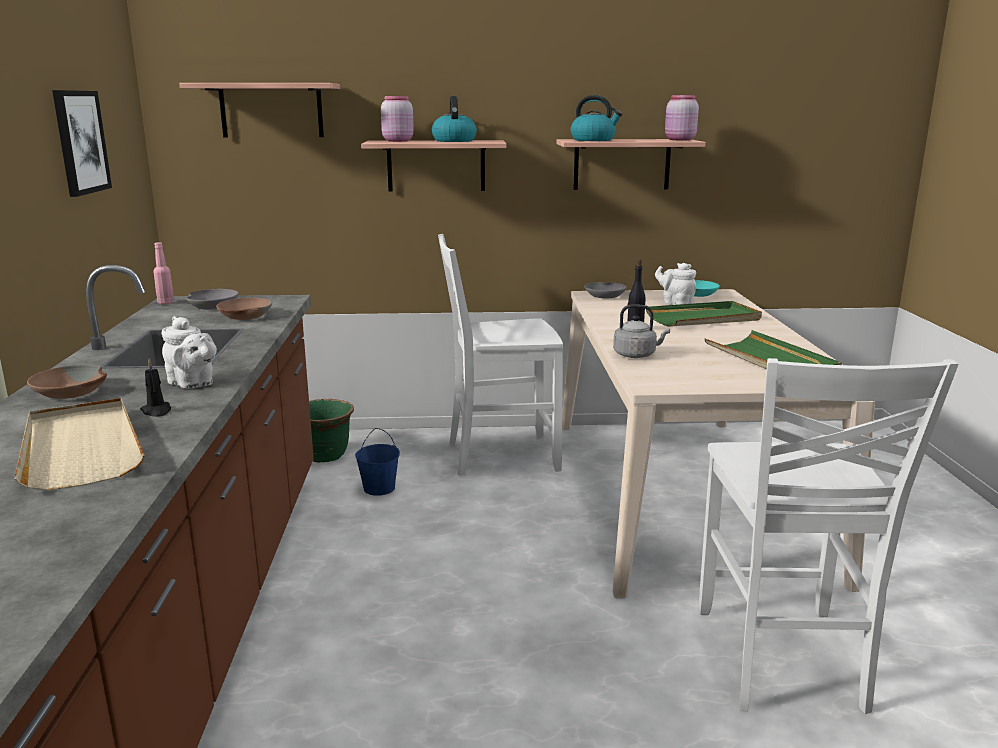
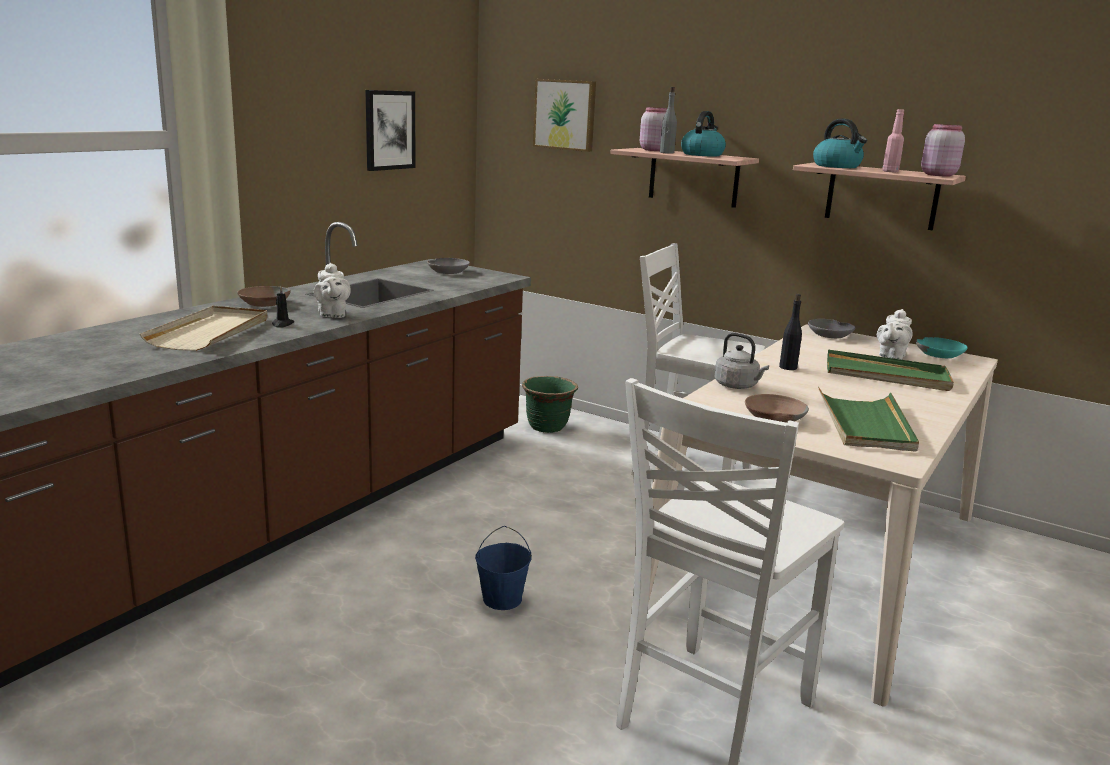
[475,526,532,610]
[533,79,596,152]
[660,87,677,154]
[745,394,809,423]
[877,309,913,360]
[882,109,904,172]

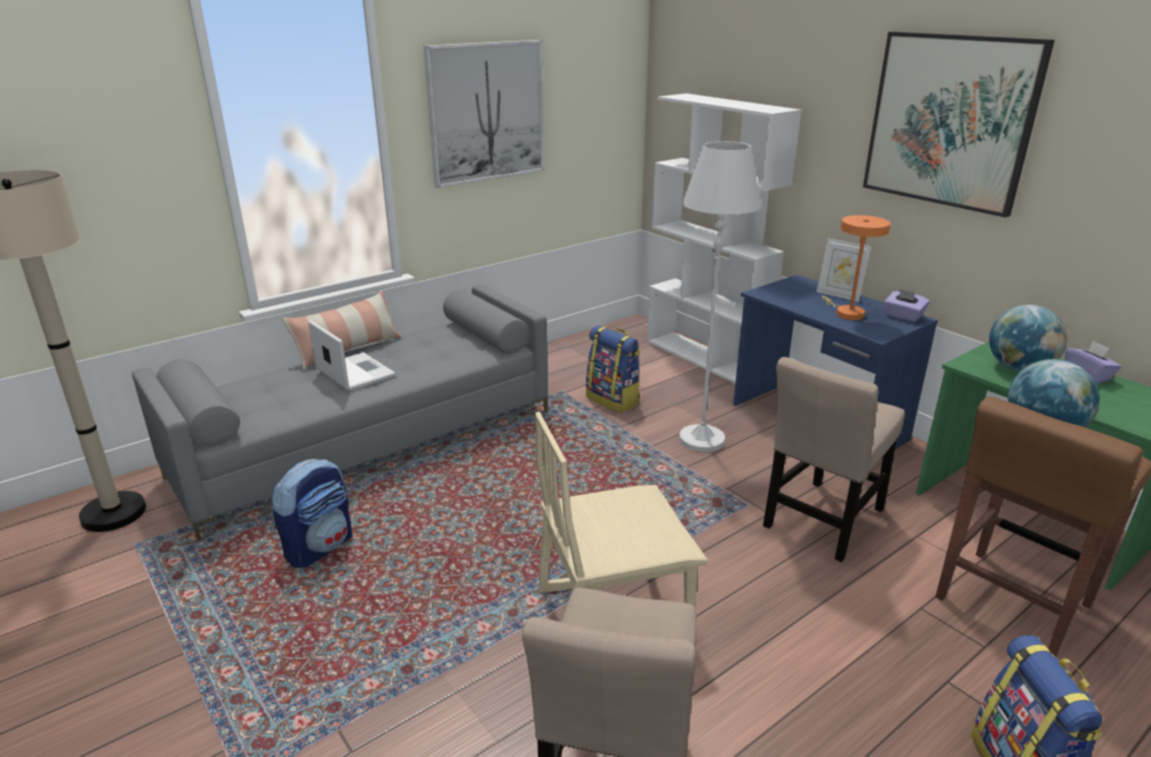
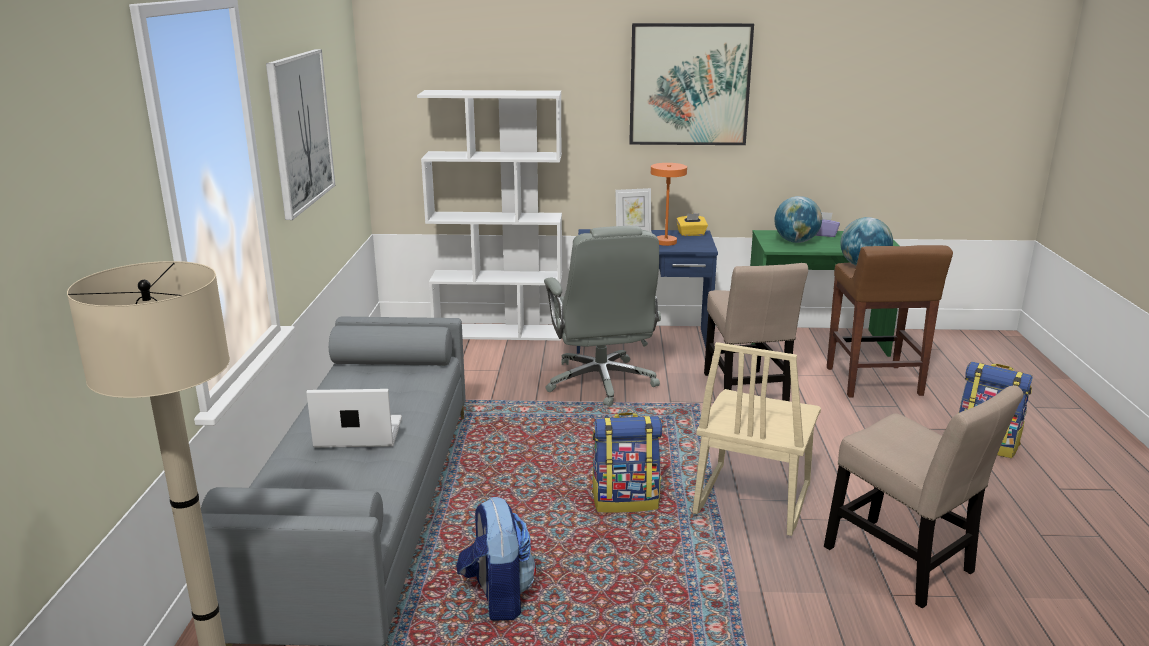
[544,226,661,407]
[592,413,662,513]
[676,213,708,236]
[282,291,401,371] (first image)

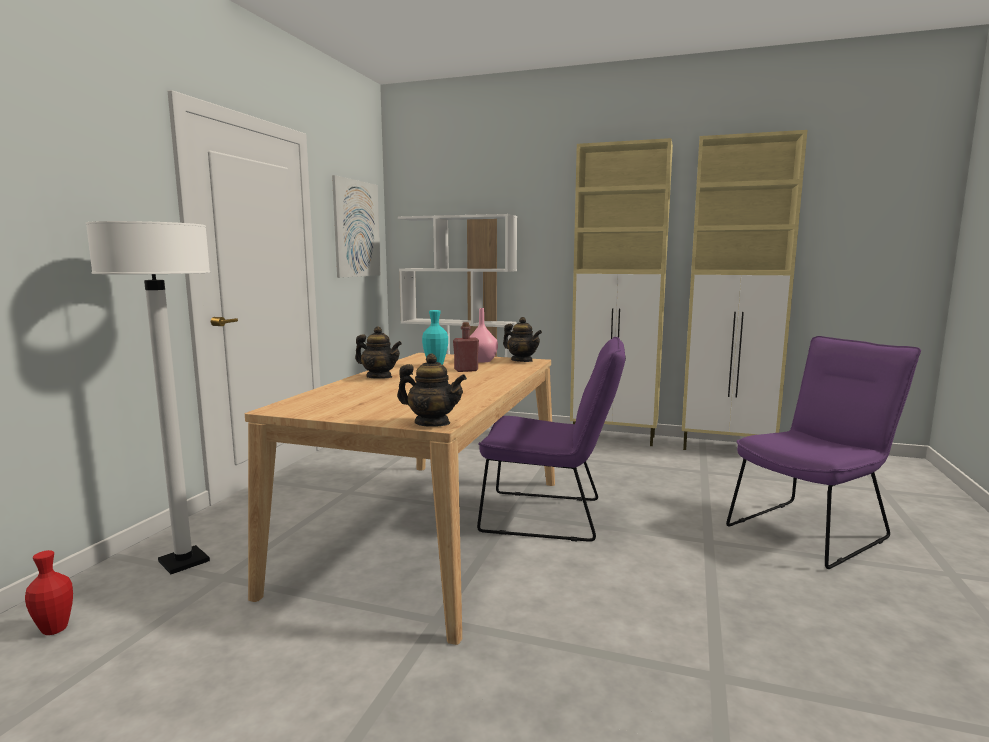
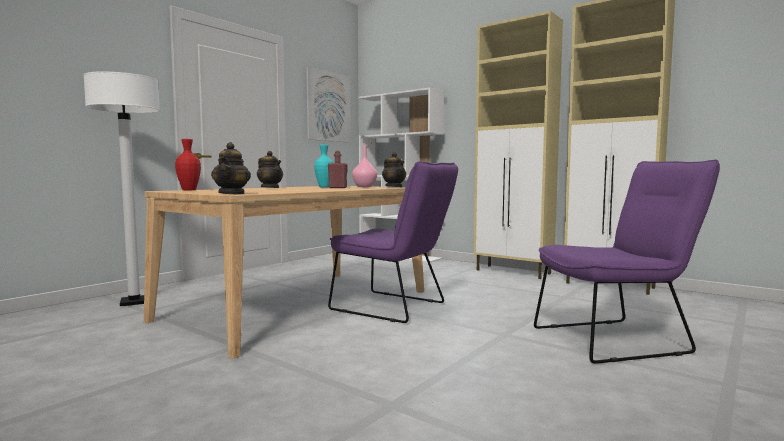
[175,139,201,190]
[211,142,251,195]

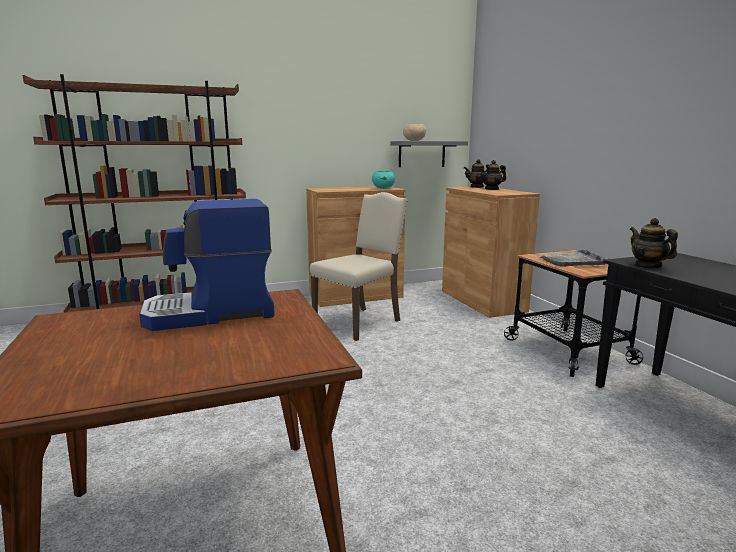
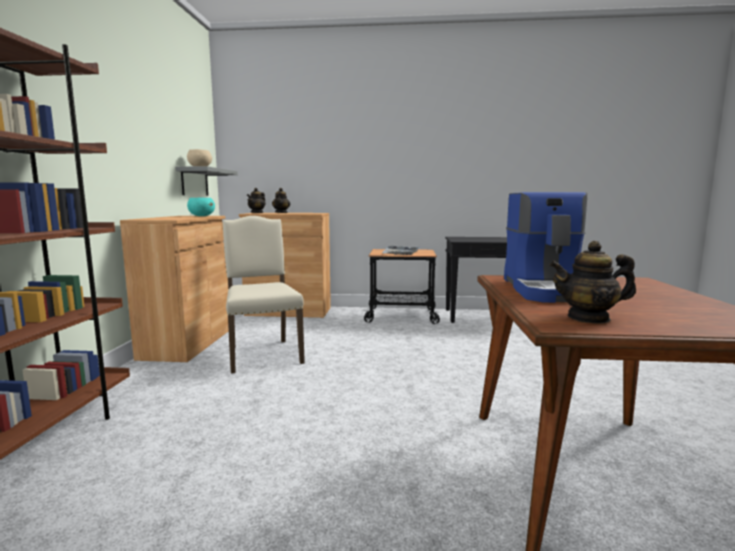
[550,241,636,324]

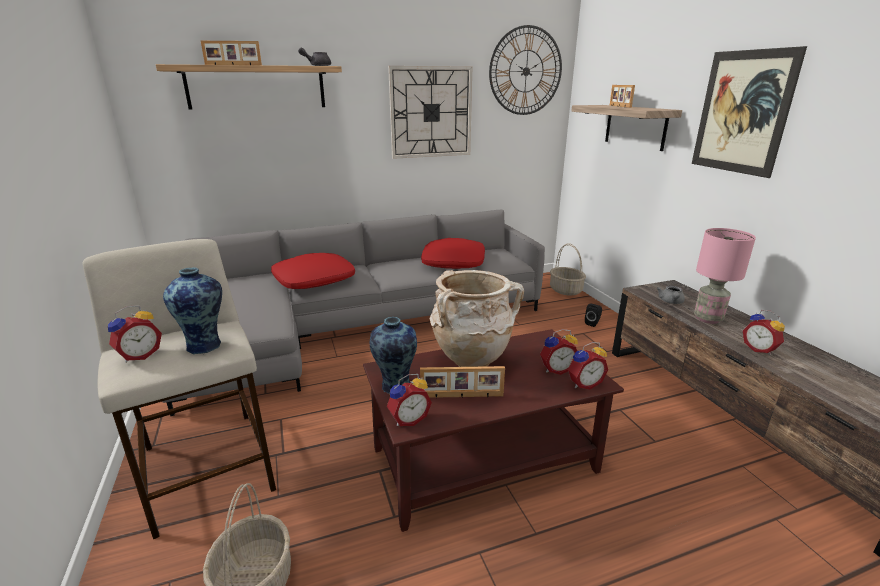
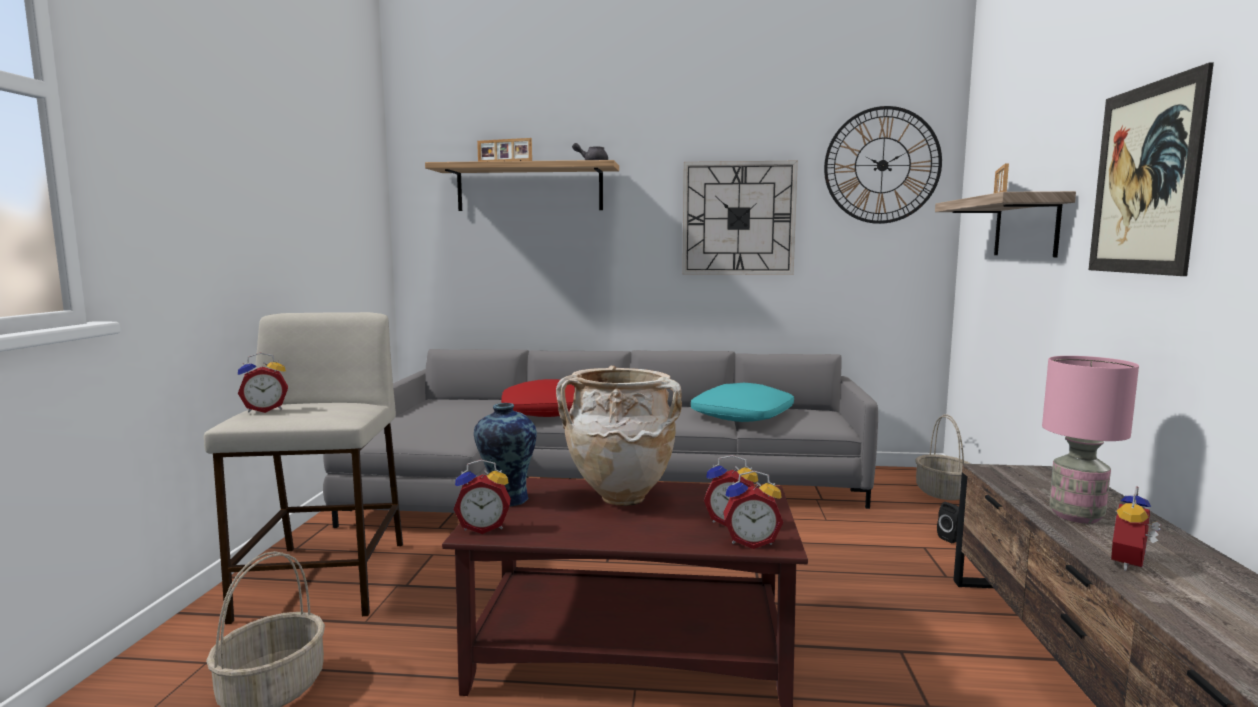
[691,383,794,422]
[1111,486,1161,571]
[163,268,222,355] (first image)
[420,366,505,399] (first image)
[657,286,685,304] (first image)

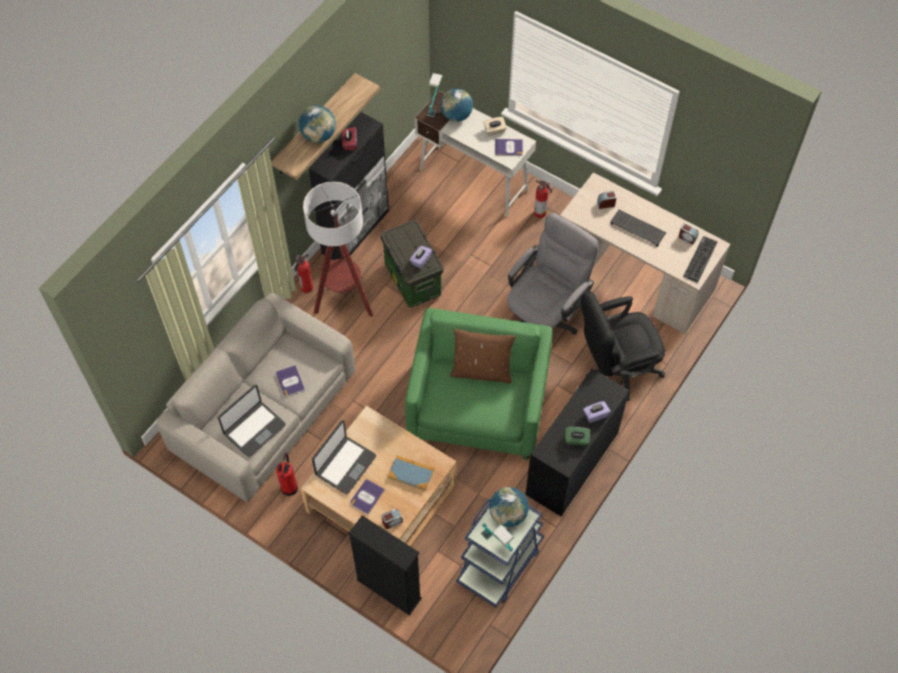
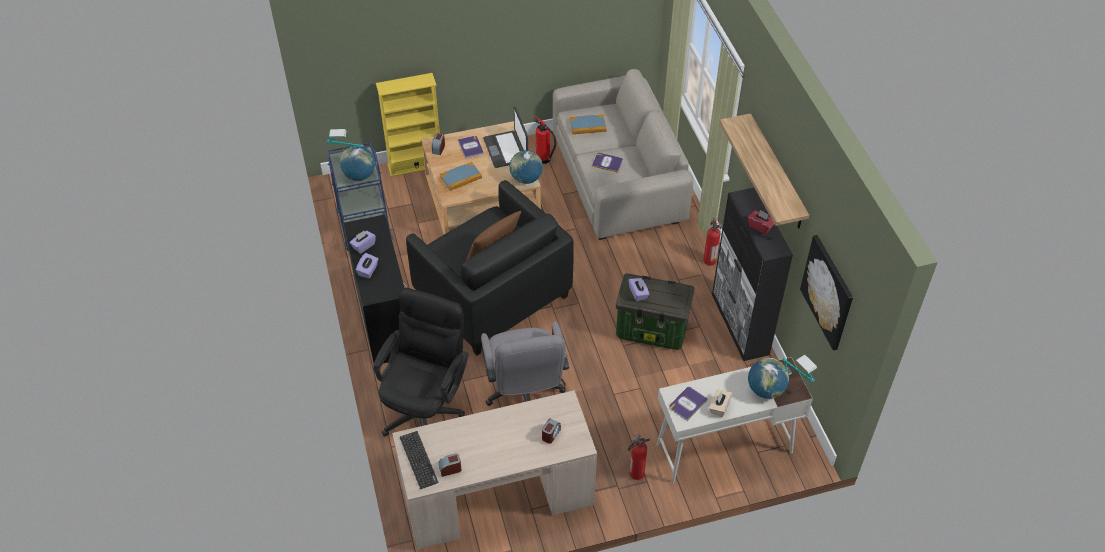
[350,231,376,254]
[376,73,440,177]
[406,180,574,356]
[509,150,543,184]
[570,115,606,134]
[800,235,853,351]
[303,182,373,317] (first image)
[610,210,667,247] (first image)

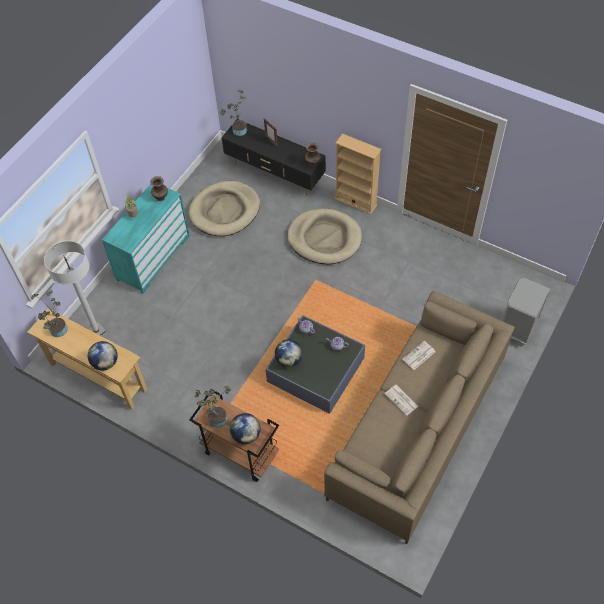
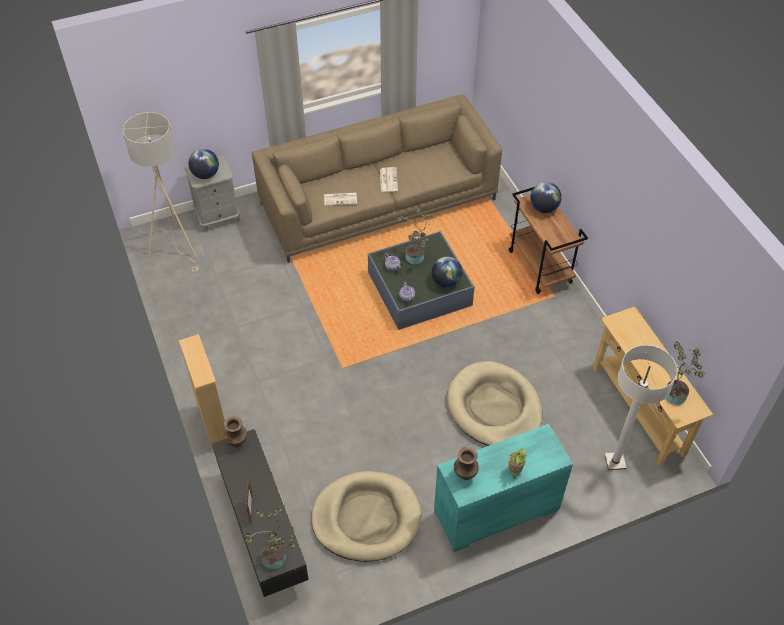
[122,112,199,272]
[188,149,219,179]
[397,207,434,264]
[447,361,543,446]

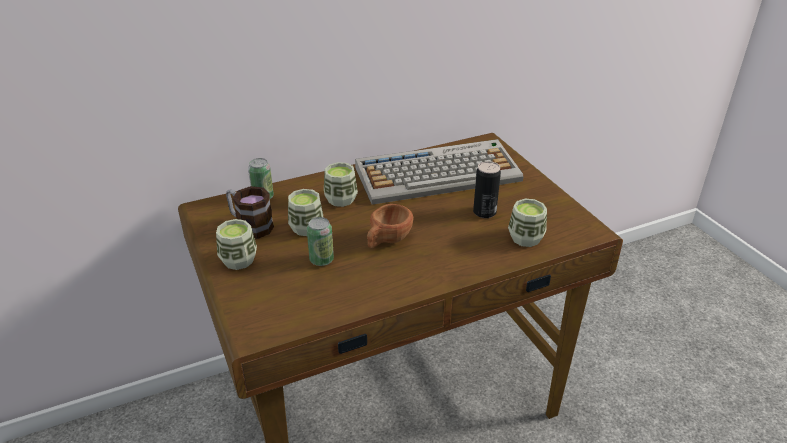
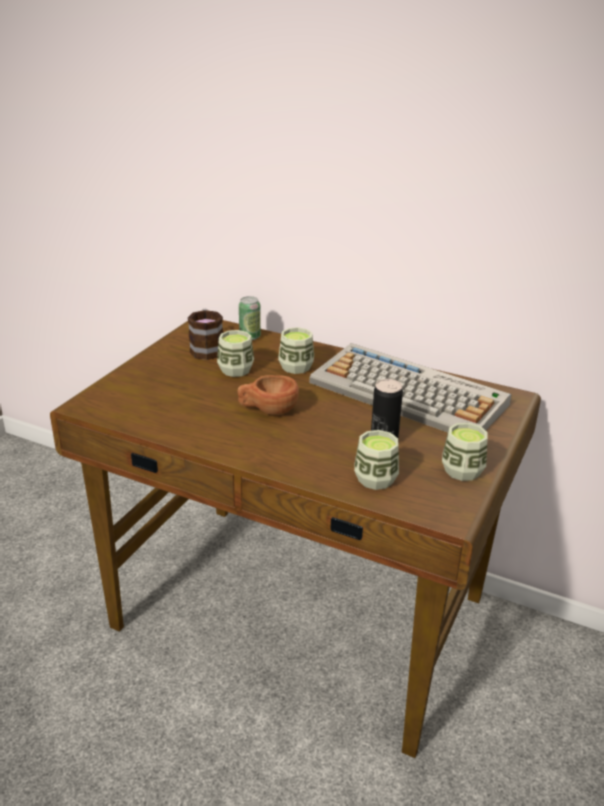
[442,423,488,481]
[307,217,334,266] (first image)

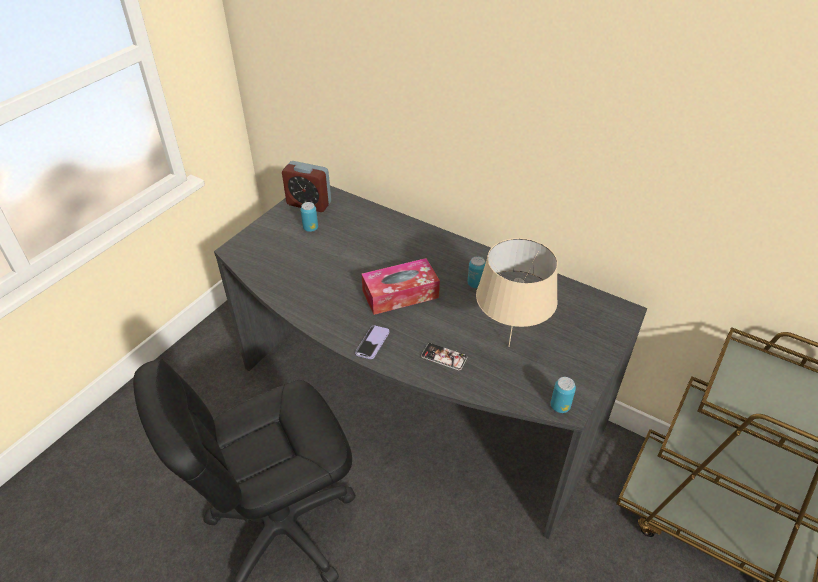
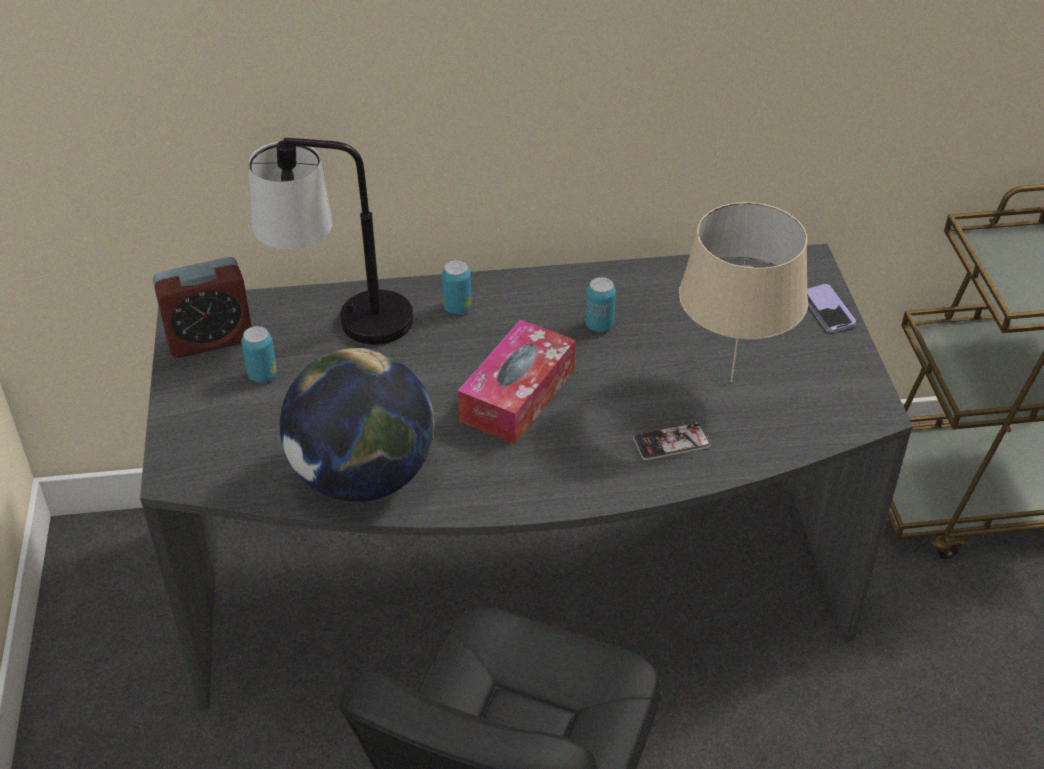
[248,138,414,345]
[280,348,434,502]
[442,260,472,314]
[807,284,856,333]

